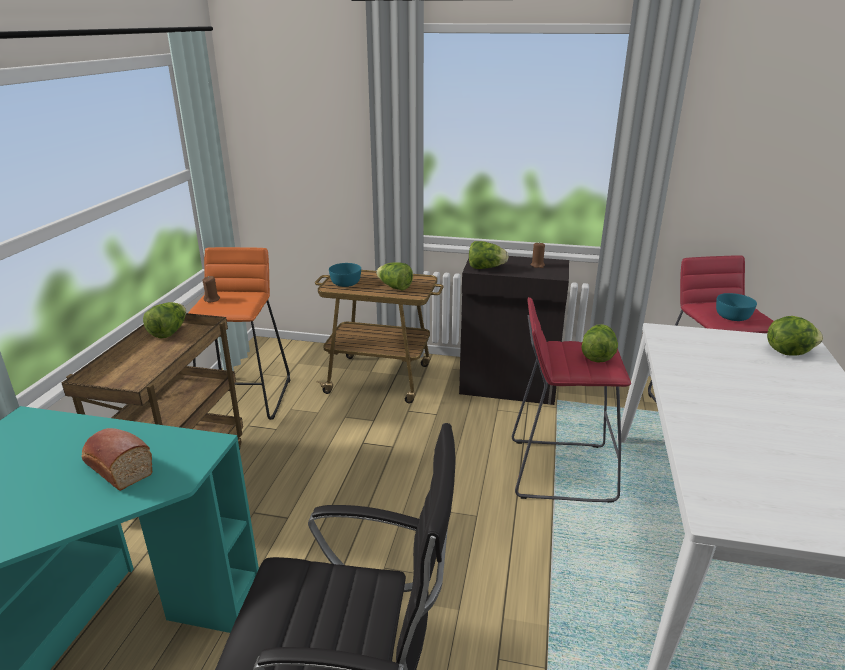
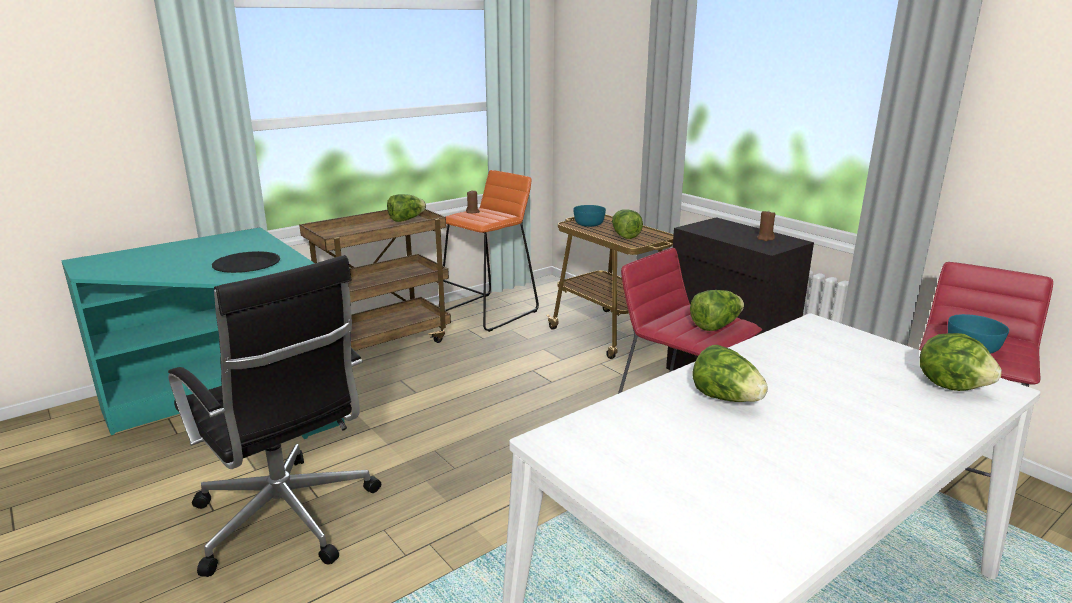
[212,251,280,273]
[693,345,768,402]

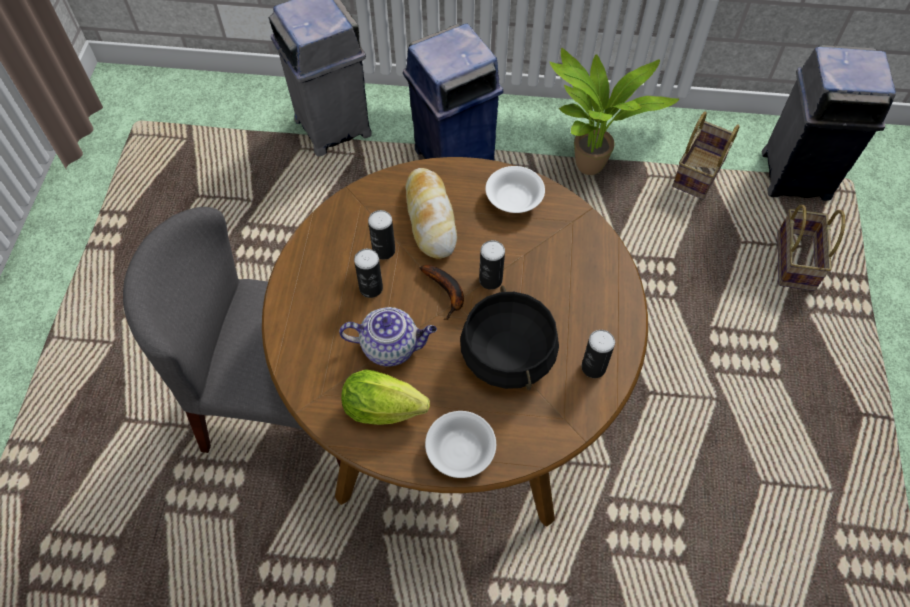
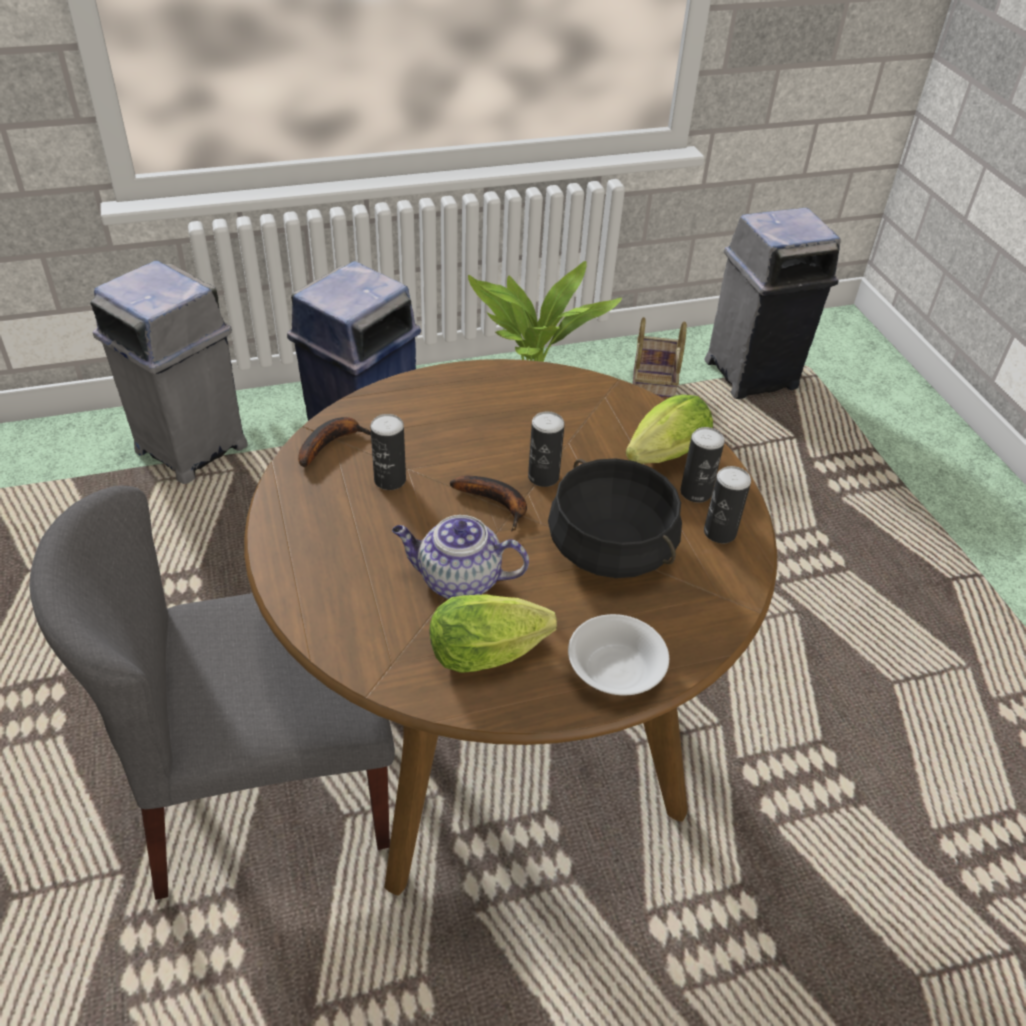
[298,417,371,467]
[392,515,529,599]
[626,395,713,463]
[680,427,725,503]
[405,168,457,259] (first image)
[485,166,545,213] (first image)
[777,205,845,291] (first image)

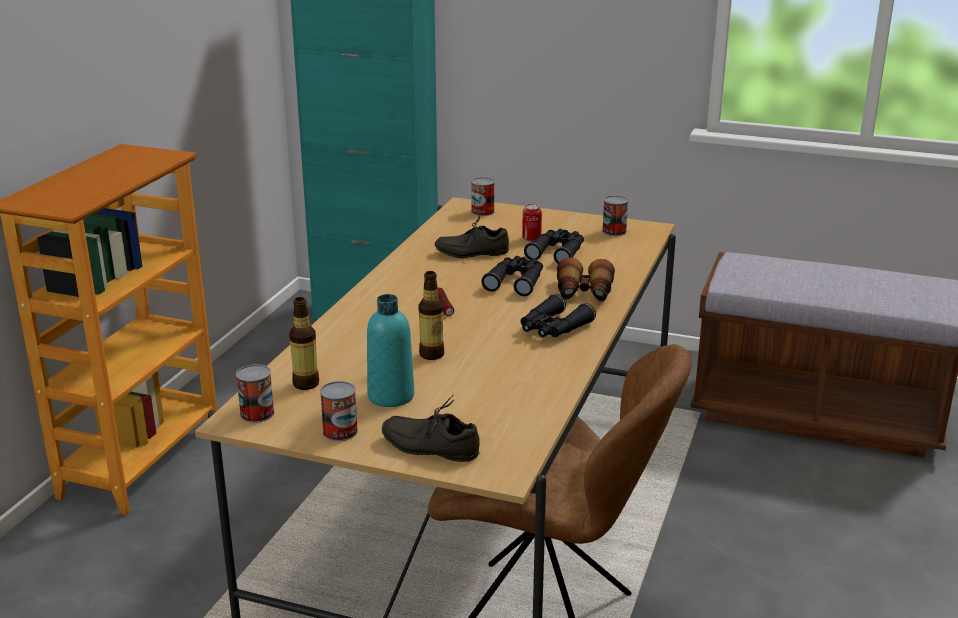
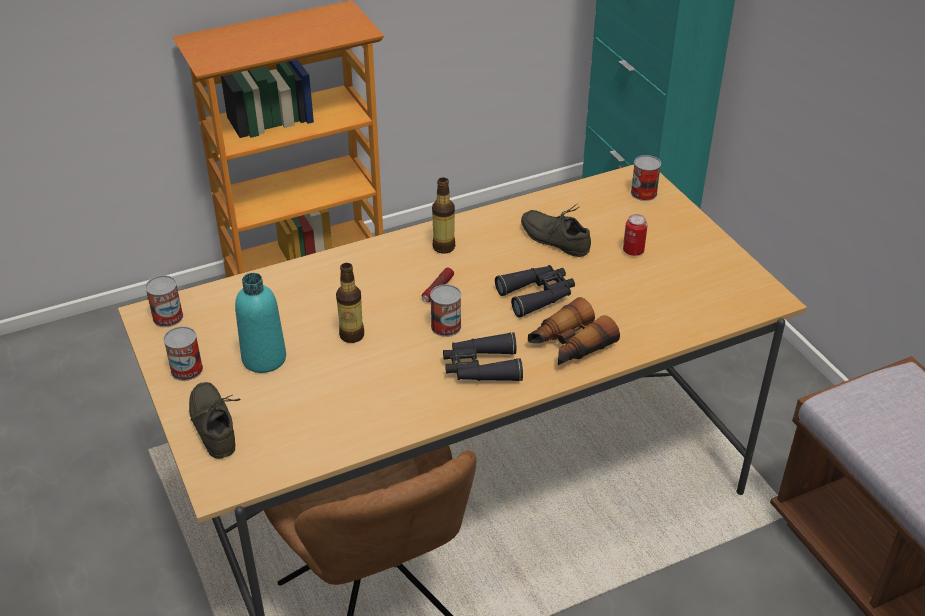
[430,284,461,337]
[432,177,455,254]
[524,229,584,264] (first image)

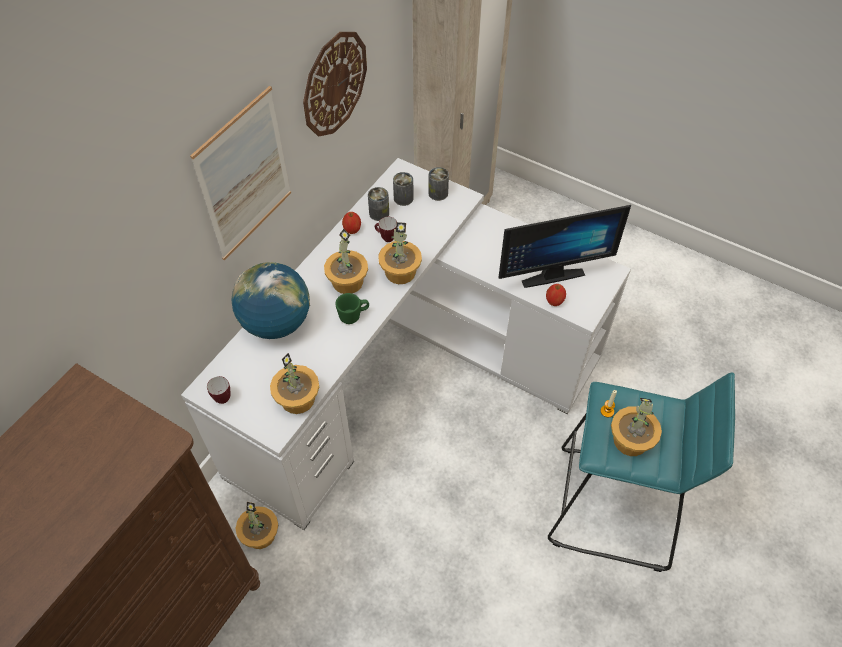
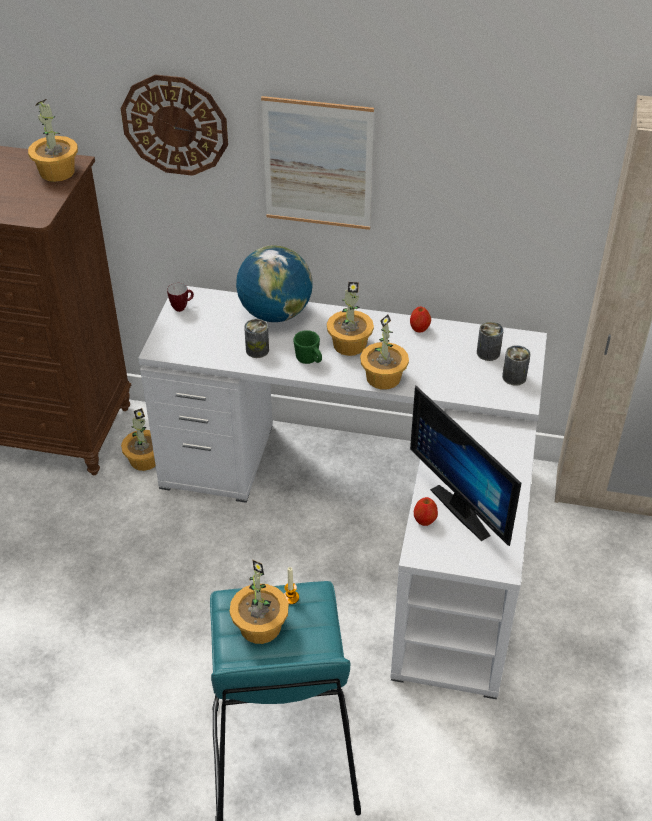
[28,99,78,182]
[120,74,228,176]
[244,319,269,358]
[375,217,397,242] (first image)

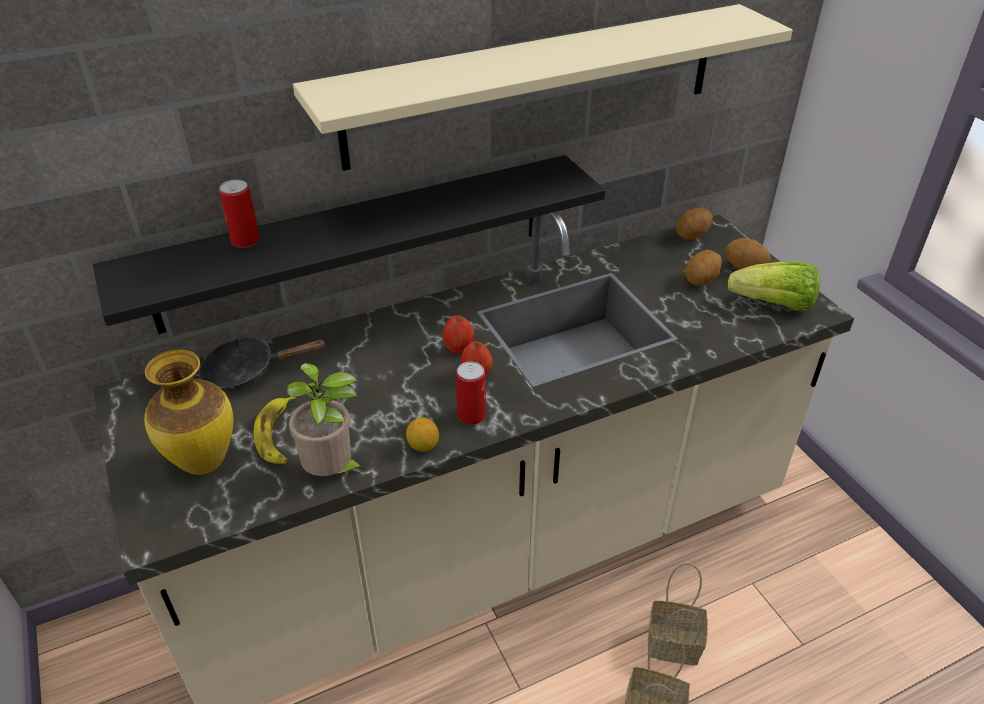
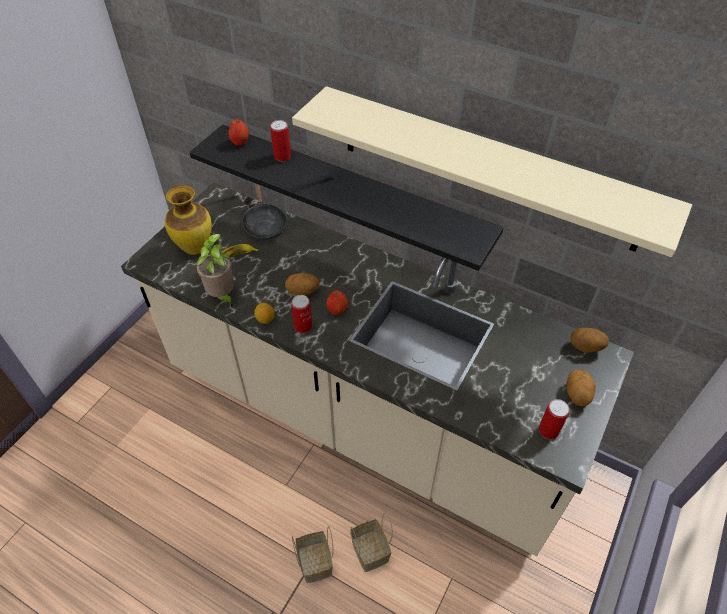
[228,119,249,146]
[242,183,287,240]
[285,273,319,296]
[539,399,569,439]

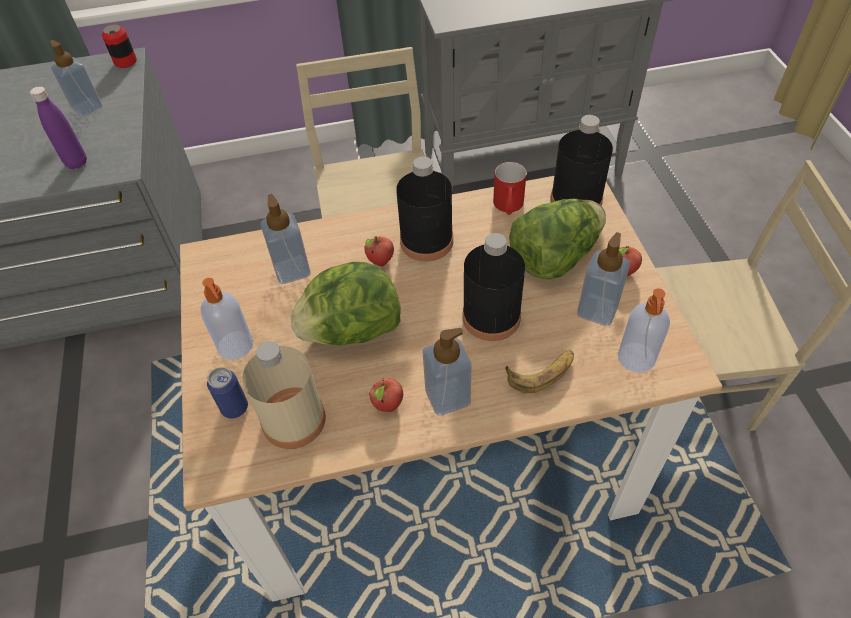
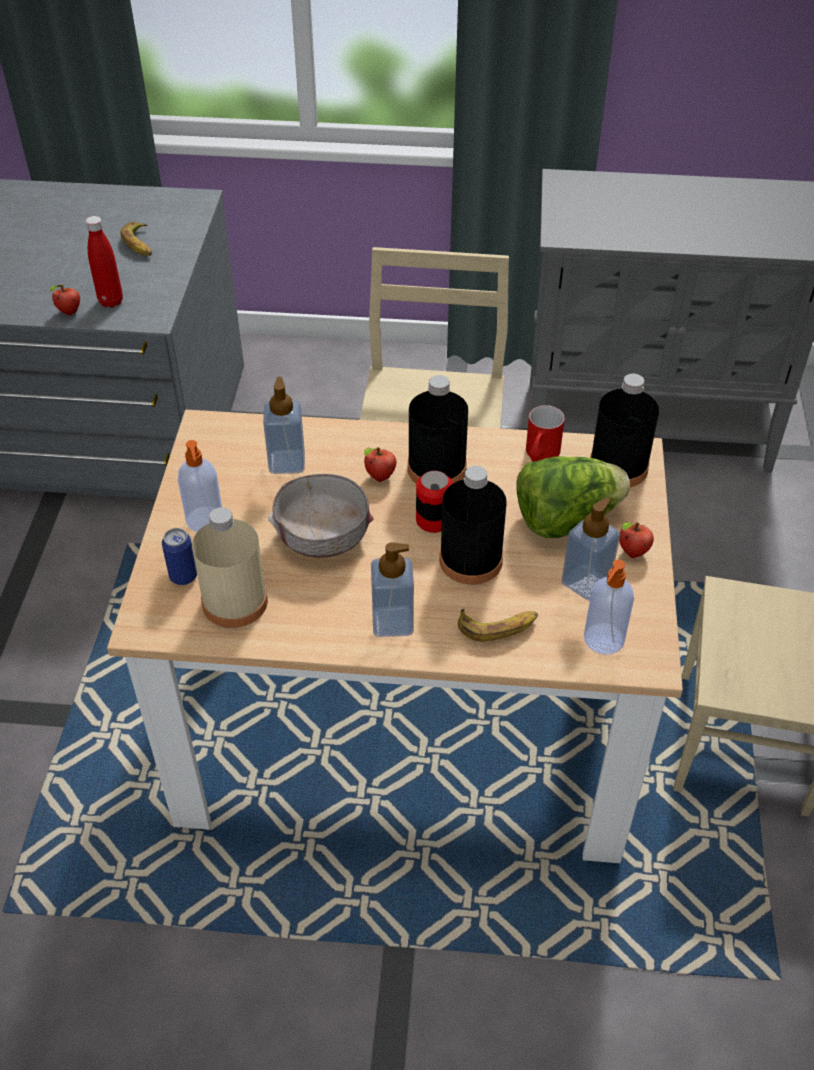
[50,285,80,316]
[85,216,123,308]
[121,222,152,255]
[268,474,374,558]
[416,471,453,533]

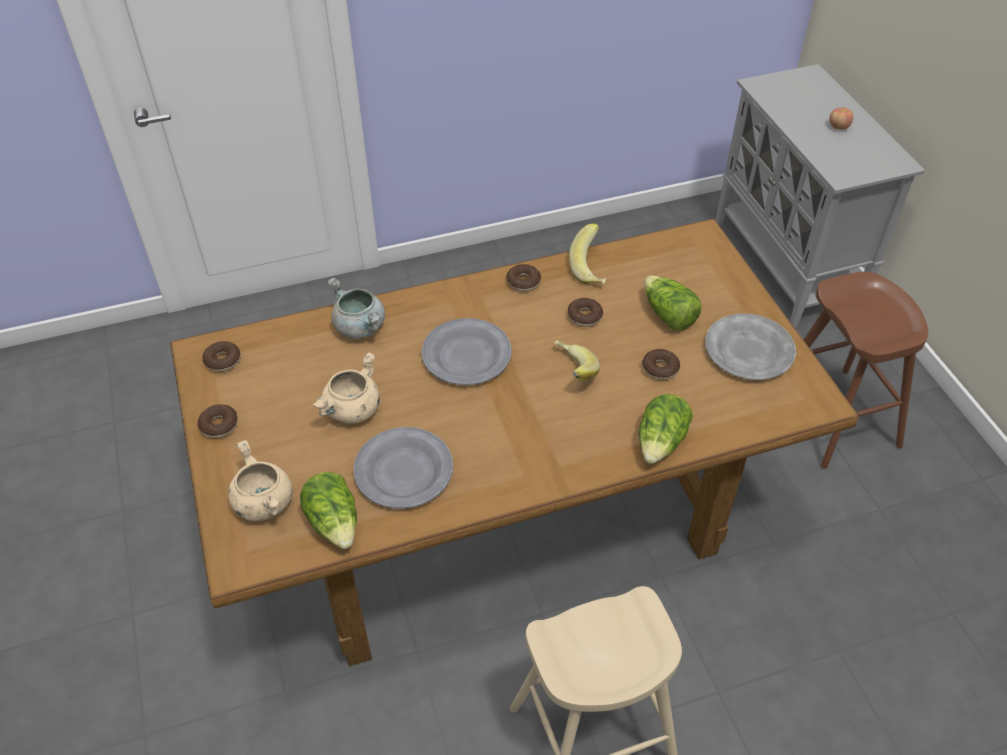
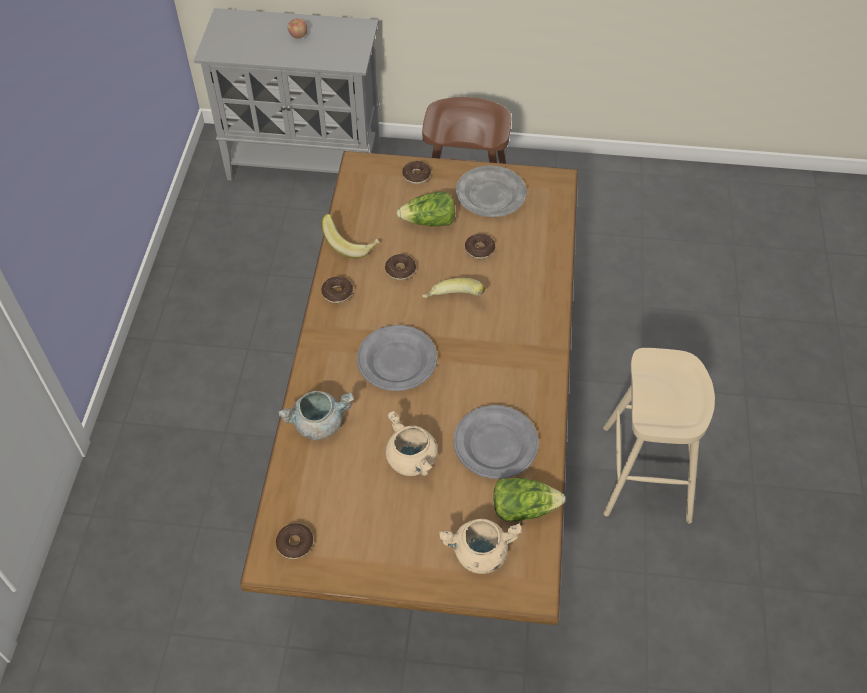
[402,161,431,184]
[639,394,693,464] (first image)

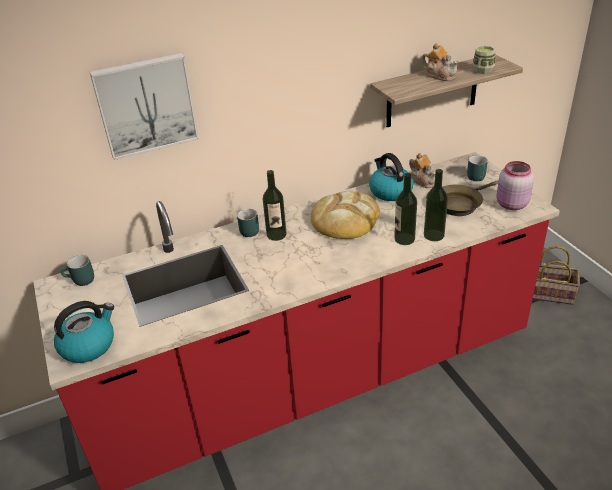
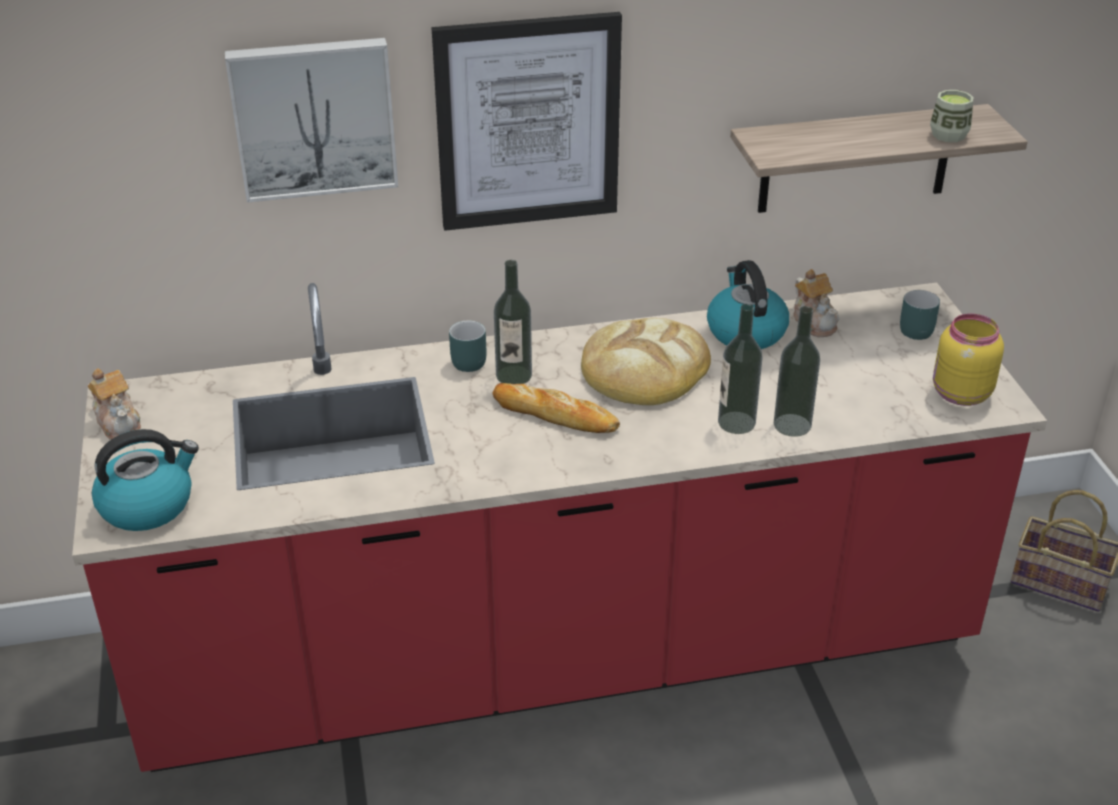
[88,368,141,440]
[432,12,622,231]
[492,383,620,433]
[933,313,1004,406]
[61,255,94,286] (first image)
[443,180,498,216] (first image)

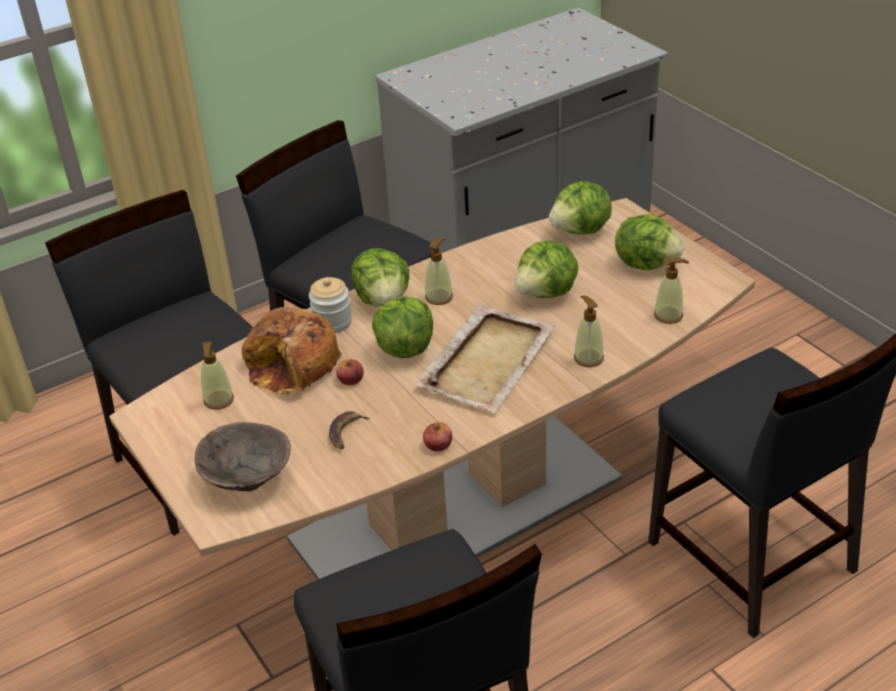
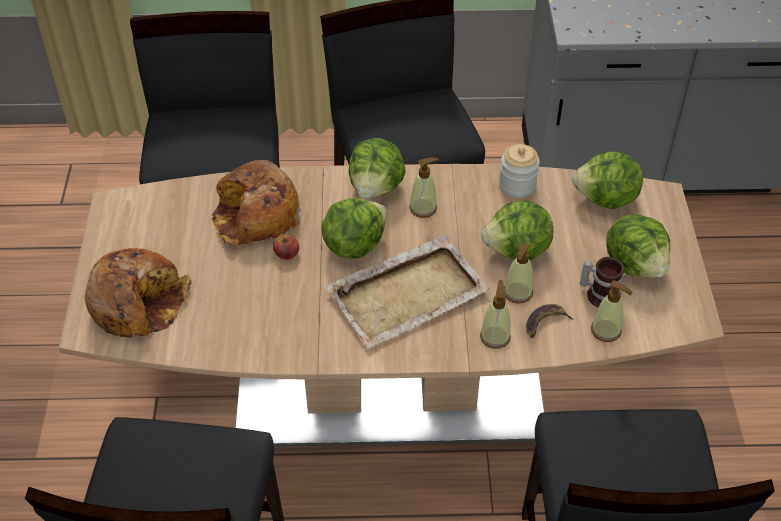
[85,248,191,338]
[499,144,540,198]
[504,242,533,304]
[526,304,573,338]
[580,257,625,307]
[423,422,452,451] (first image)

